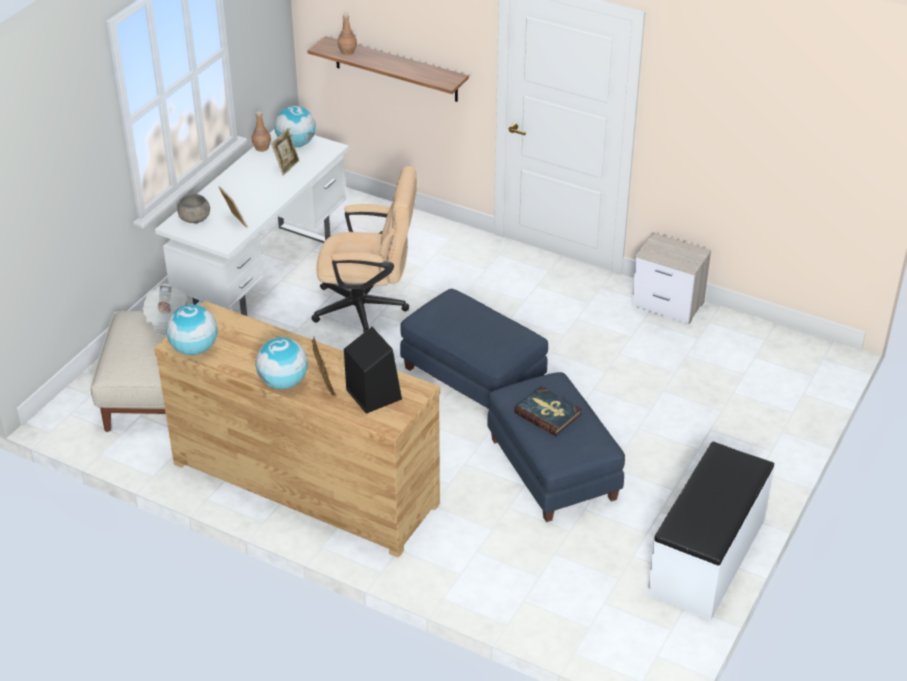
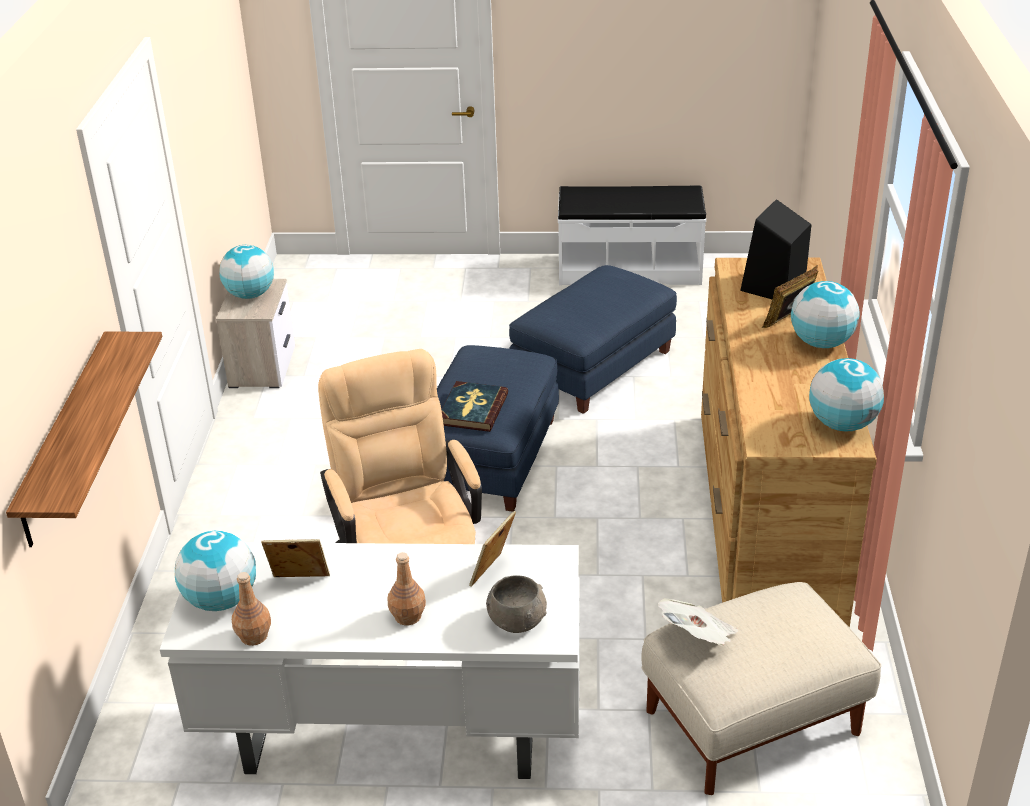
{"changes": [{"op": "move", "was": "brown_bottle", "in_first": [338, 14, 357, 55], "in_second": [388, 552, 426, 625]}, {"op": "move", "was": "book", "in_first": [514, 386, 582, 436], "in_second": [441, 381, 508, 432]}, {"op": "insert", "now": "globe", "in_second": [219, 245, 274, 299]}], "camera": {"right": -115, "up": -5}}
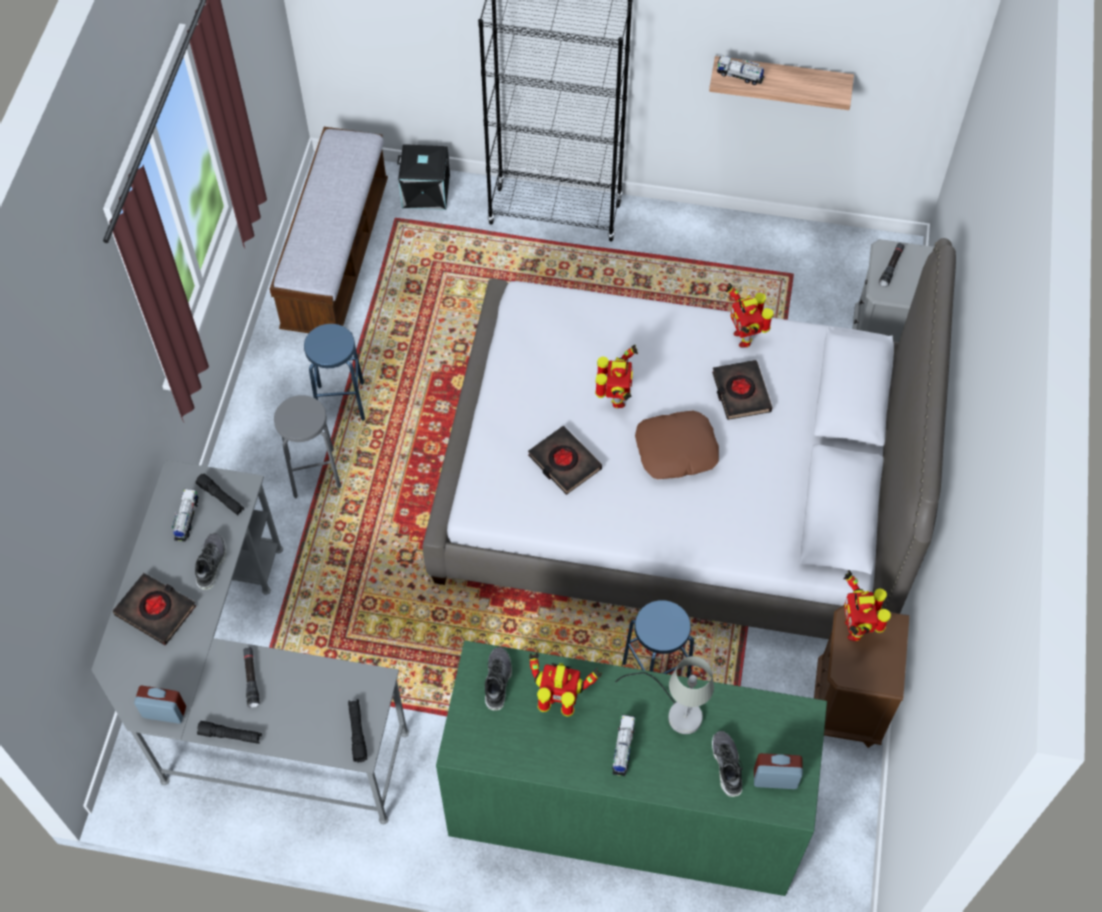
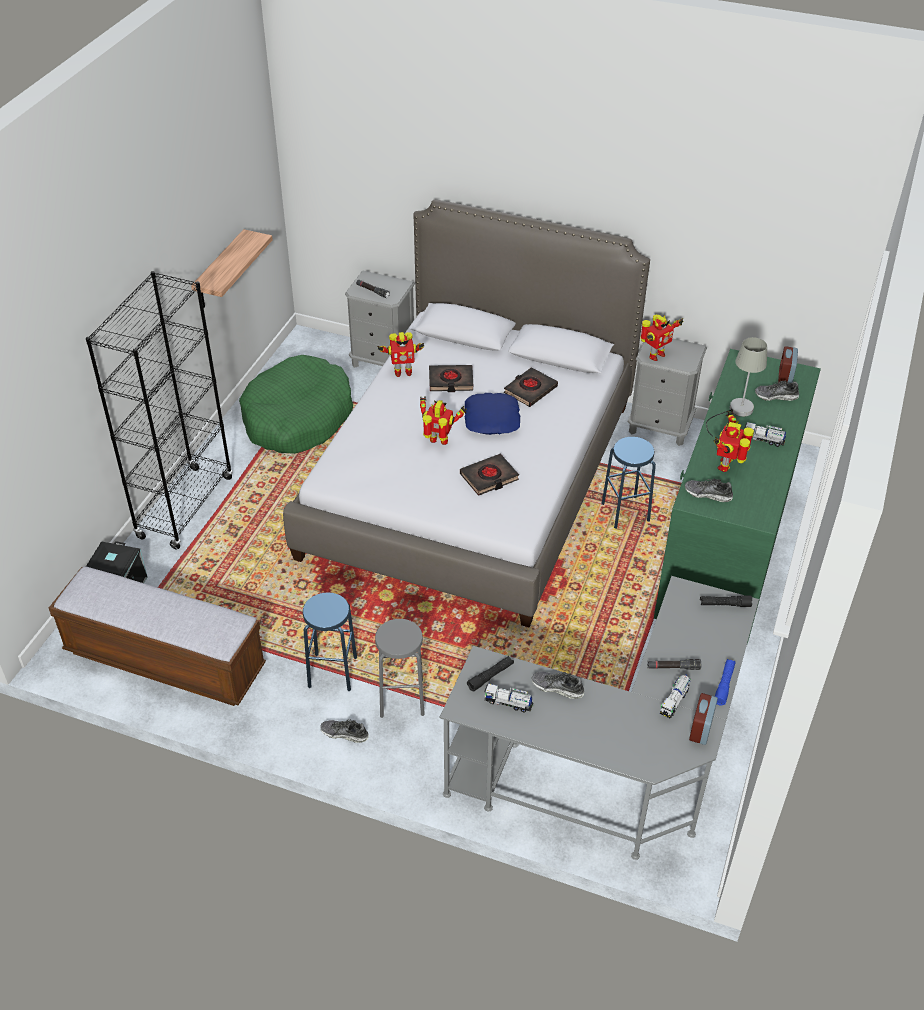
{"changes": [{"op": "move", "was": "black_book", "in_first": [113, 573, 196, 645], "in_second": [504, 367, 558, 407]}, {"op": "recolor", "was": "black_flashlight", "now": "blue_flashlight", "in_first": [197, 721, 262, 744], "in_second": [715, 659, 736, 706]}, {"op": "recolor", "was": "brown_pillow", "now": "blue_pillow", "in_first": [635, 410, 719, 479], "in_second": [464, 393, 520, 435]}, {"op": "move", "was": "toy_truck", "in_first": [717, 55, 765, 85], "in_second": [660, 674, 690, 719]}, {"op": "recolor", "was": "brown_nightstand", "now": "grey_nightstand", "in_first": [814, 605, 909, 748], "in_second": [628, 338, 707, 446]}, {"op": "rotate", "was": "toy_robot", "in_first": [843, 570, 891, 641], "in_second": [640, 315, 683, 361], "clockwise": -45}, {"op": "insert", "now": "green_dog_bed", "in_second": [239, 355, 353, 454]}, {"op": "insert", "now": "shoe", "in_second": [320, 719, 369, 743]}], "camera": {"right": -80, "up": -15}}
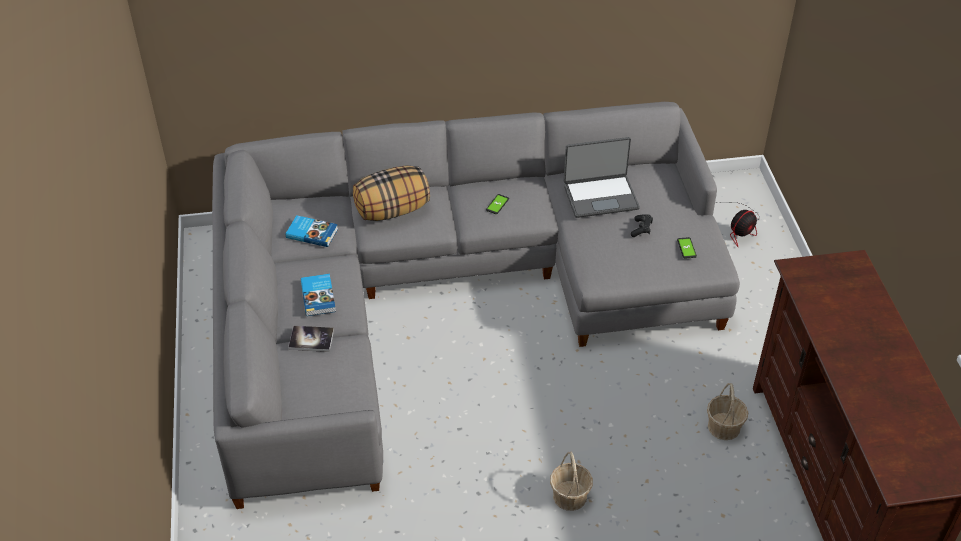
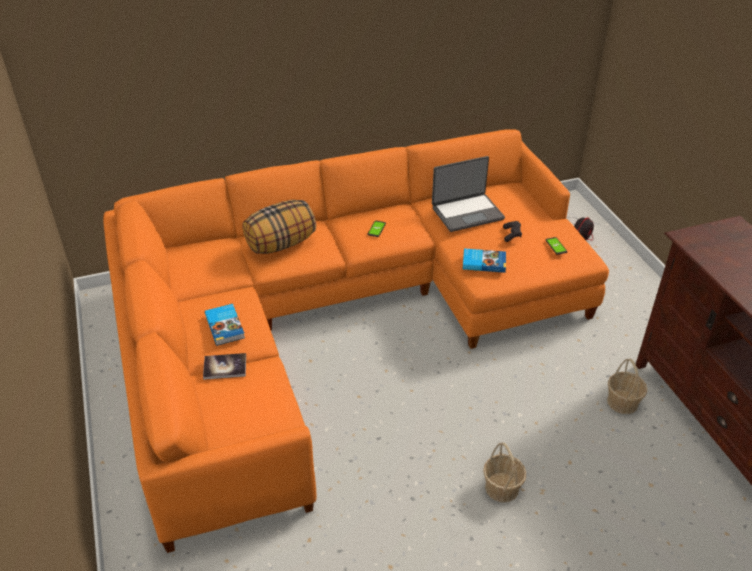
{"changes": [{"op": "recolor", "was": "grey_sofa", "now": "orange_sofa", "in_first": [212, 102, 740, 509], "in_second": [103, 129, 609, 553]}, {"op": "move", "was": "book", "in_first": [286, 215, 338, 247], "in_second": [463, 248, 506, 273]}], "camera": {"right": -10, "up": -5}}
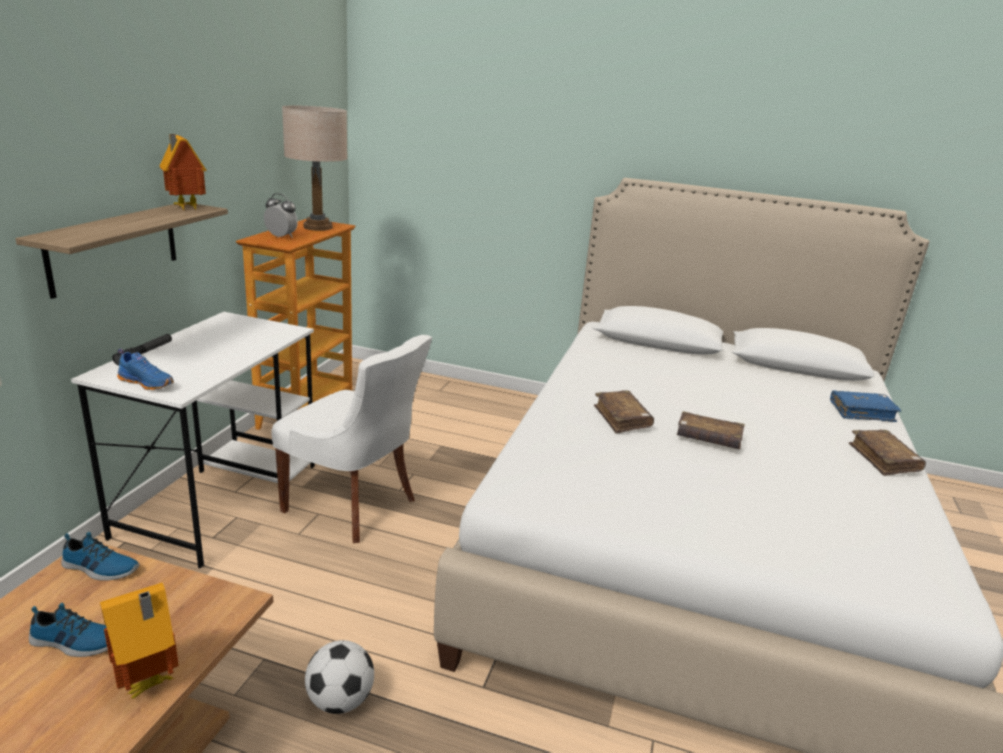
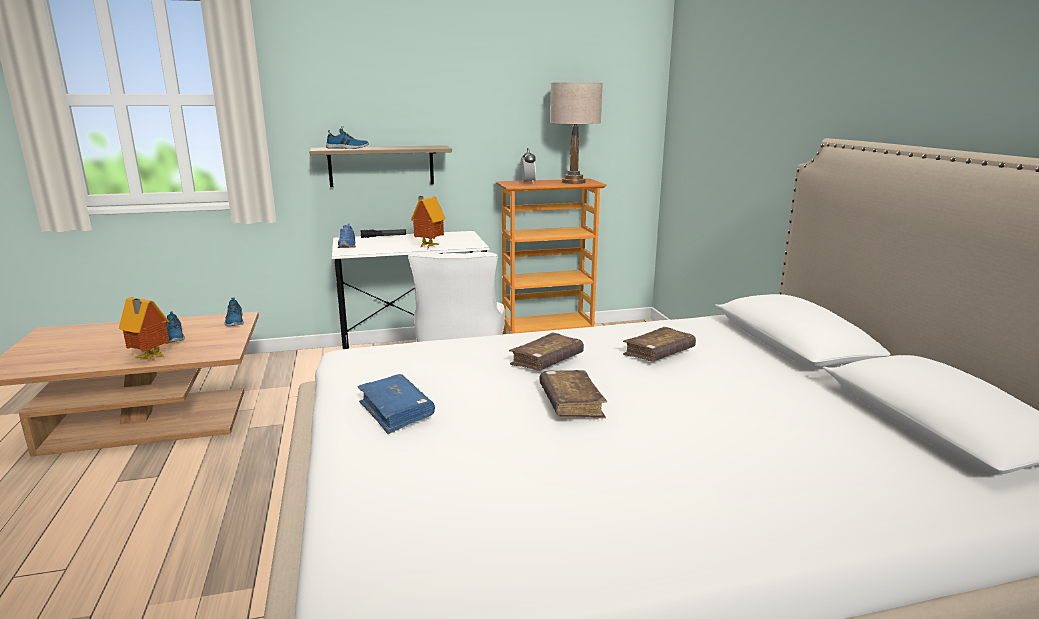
{"changes": [{"op": "move", "was": "toy_house", "in_first": [160, 134, 207, 210], "in_second": [411, 196, 446, 249]}, {"op": "delete", "was": "football", "in_first": [305, 640, 374, 714]}, {"op": "move", "was": "blue_book", "in_first": [830, 391, 901, 422], "in_second": [358, 374, 435, 434]}, {"op": "move", "was": "brown_book", "in_first": [849, 430, 926, 476], "in_second": [623, 327, 696, 361]}, {"op": "insert", "now": "shoe", "in_second": [326, 126, 369, 149]}], "camera": {"right": 60, "up": -5}}
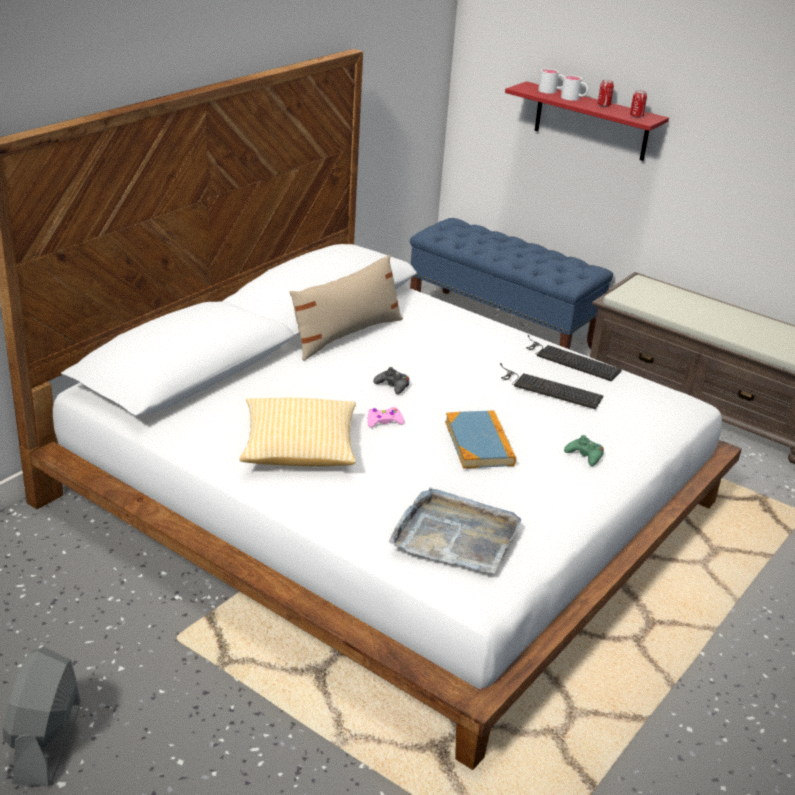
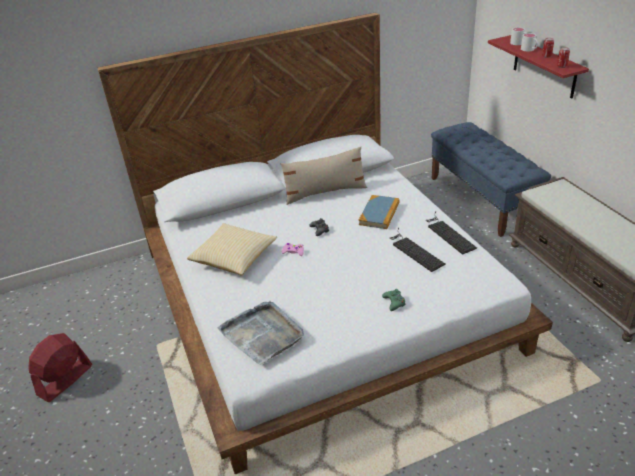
{"changes": [{"op": "recolor", "was": "grey_fan", "now": "red_fan", "in_first": [3, 647, 81, 787], "in_second": [28, 333, 92, 402]}, {"op": "move", "was": "book", "in_first": [445, 410, 516, 468], "in_second": [359, 195, 400, 229]}], "camera": {"right": 35, "up": 5}}
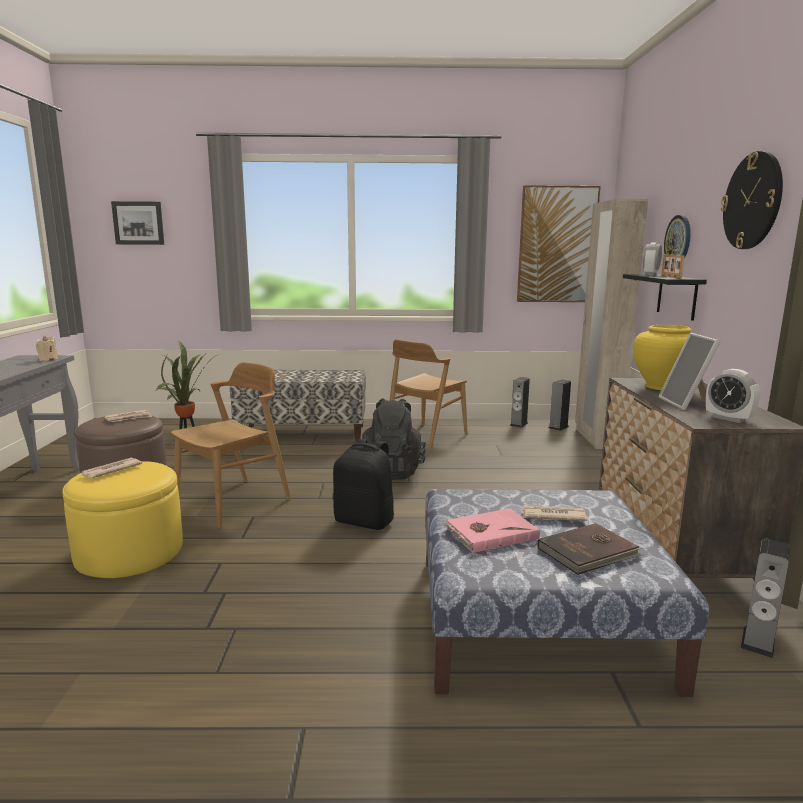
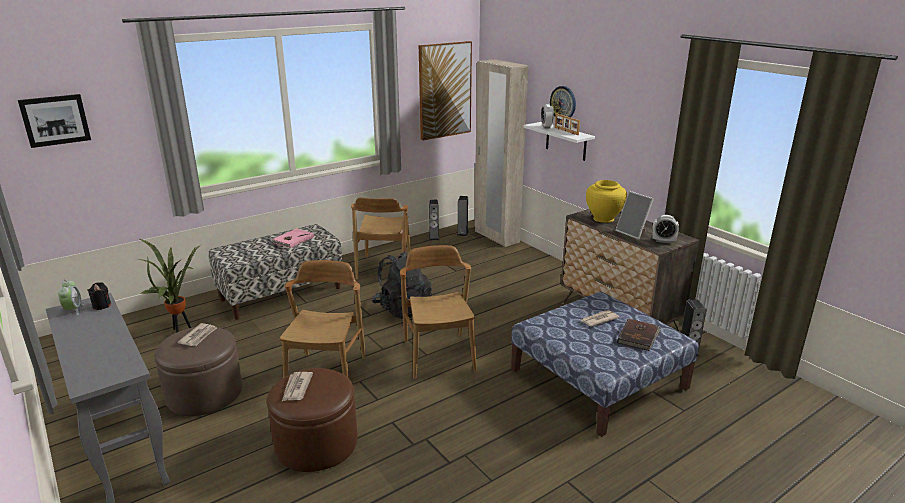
{"changes": [{"op": "recolor", "was": "beige_candle", "now": "black_candle", "in_first": [36, 336, 58, 361], "in_second": [87, 282, 111, 310]}, {"op": "recolor", "was": "yellow_ottoman", "now": "brown_ottoman", "in_first": [63, 461, 183, 578], "in_second": [267, 368, 357, 472]}, {"op": "replace", "was": "black_backpack", "now": "brown_chair", "in_first": [333, 439, 394, 530], "in_second": [400, 245, 477, 379]}, {"op": "move", "was": "pink_book", "in_first": [444, 508, 540, 553], "in_second": [271, 228, 314, 248]}, {"op": "recolor", "was": "black_shelf", "now": "white_shelf", "in_first": [623, 274, 707, 321], "in_second": [524, 122, 595, 161]}, {"op": "delete", "was": "wall_clock", "in_first": [721, 151, 783, 249]}, {"op": "insert", "now": "alarm_clock", "in_second": [58, 280, 84, 315]}], "camera": {"right": -35, "up": 10}}
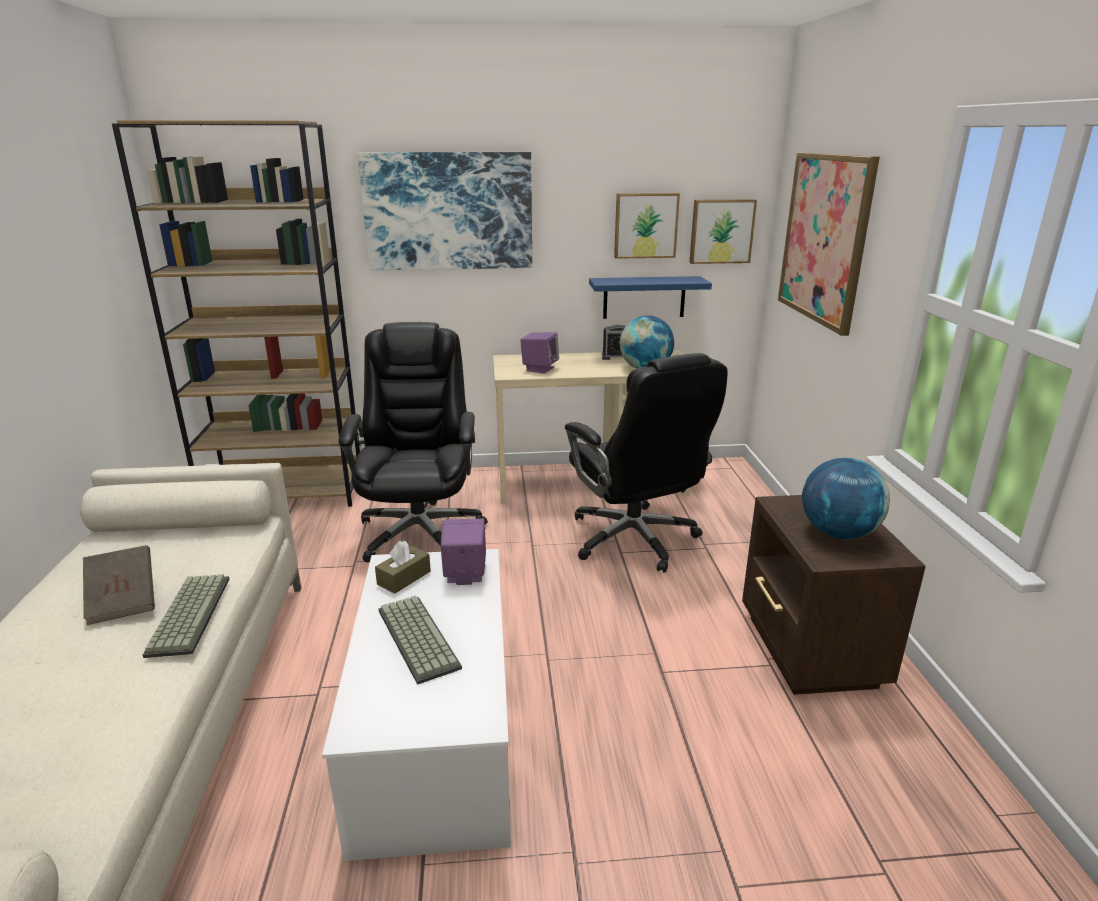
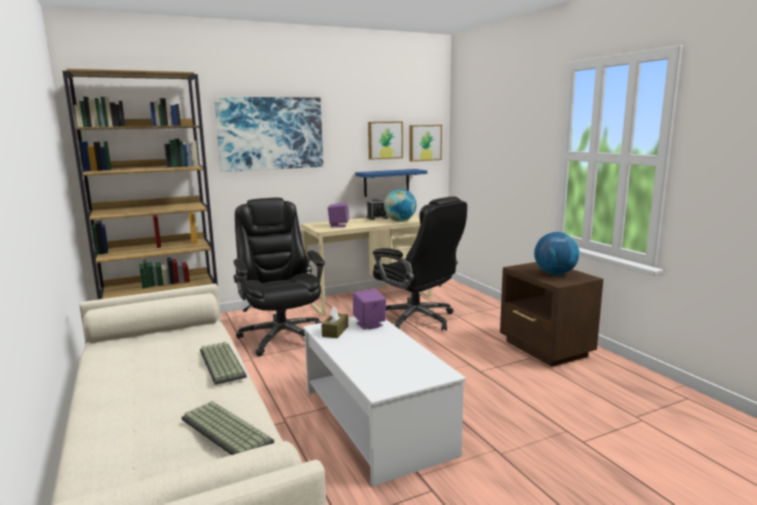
{"changes": [{"op": "delete", "was": "brown_book", "in_first": [83, 545, 155, 625]}, {"op": "move", "was": "keyboard", "in_first": [379, 596, 462, 685], "in_second": [181, 401, 274, 455]}, {"op": "delete", "was": "picture", "in_first": [778, 152, 880, 336]}], "camera": {"right": -20, "up": -10}}
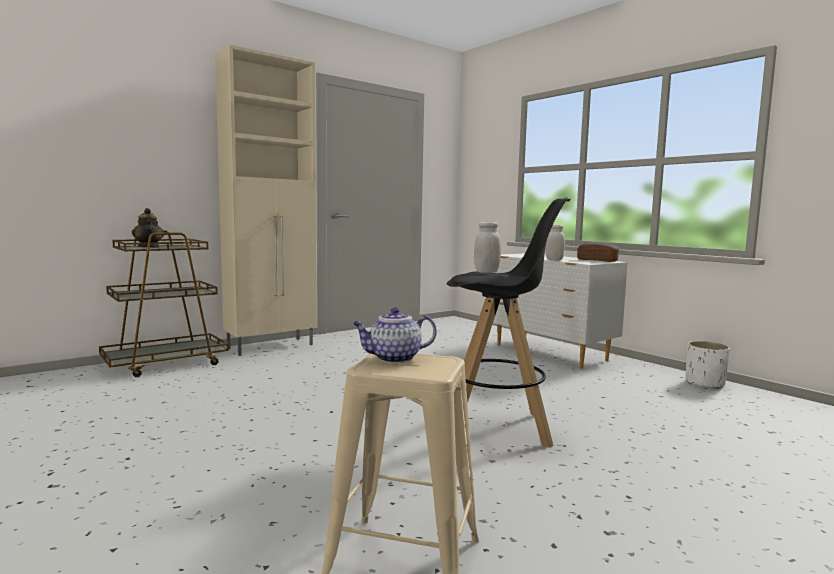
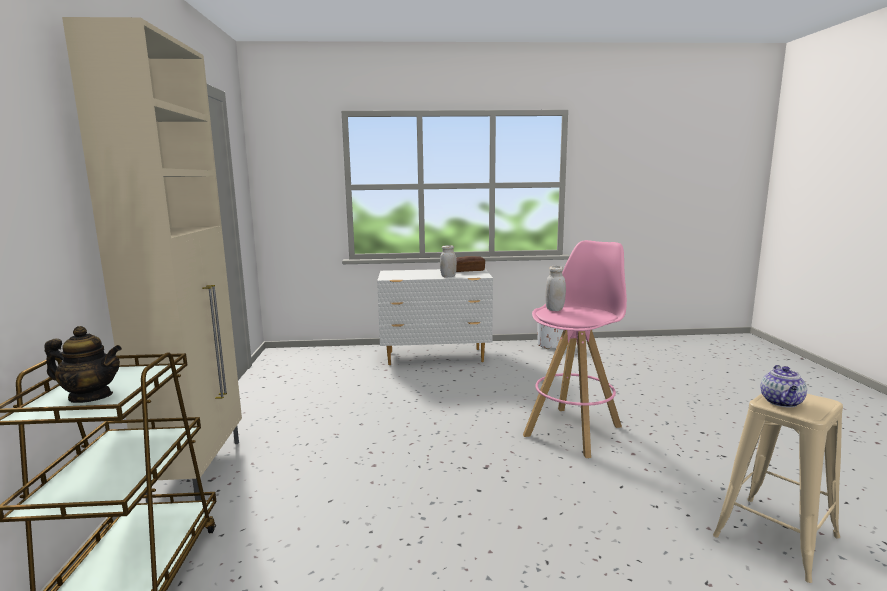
{"changes": [{"op": "recolor", "was": "black_stool", "now": "pink_stool", "in_first": [446, 197, 571, 448], "in_second": [523, 240, 627, 458]}], "camera": {"right": -55, "up": 5}}
